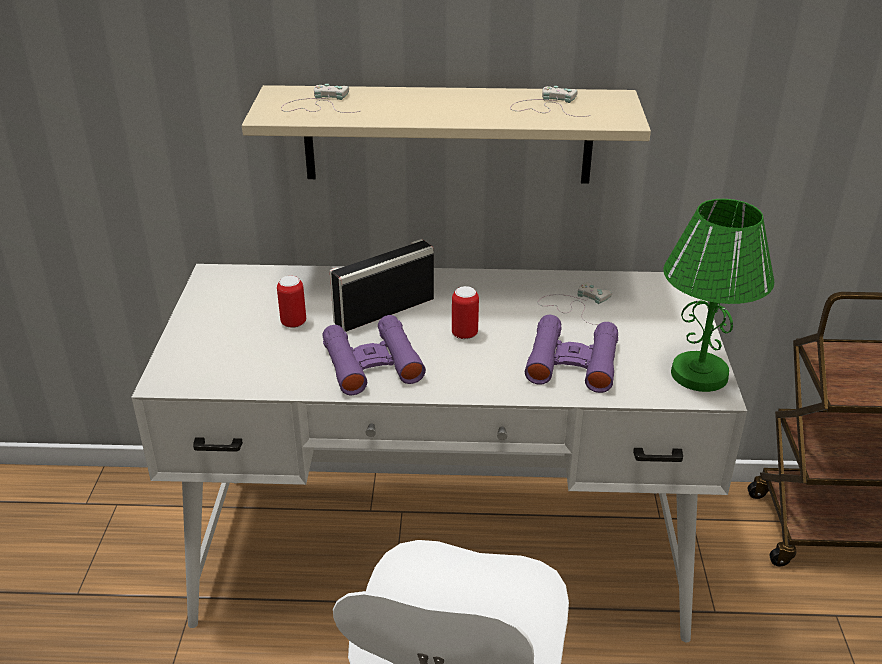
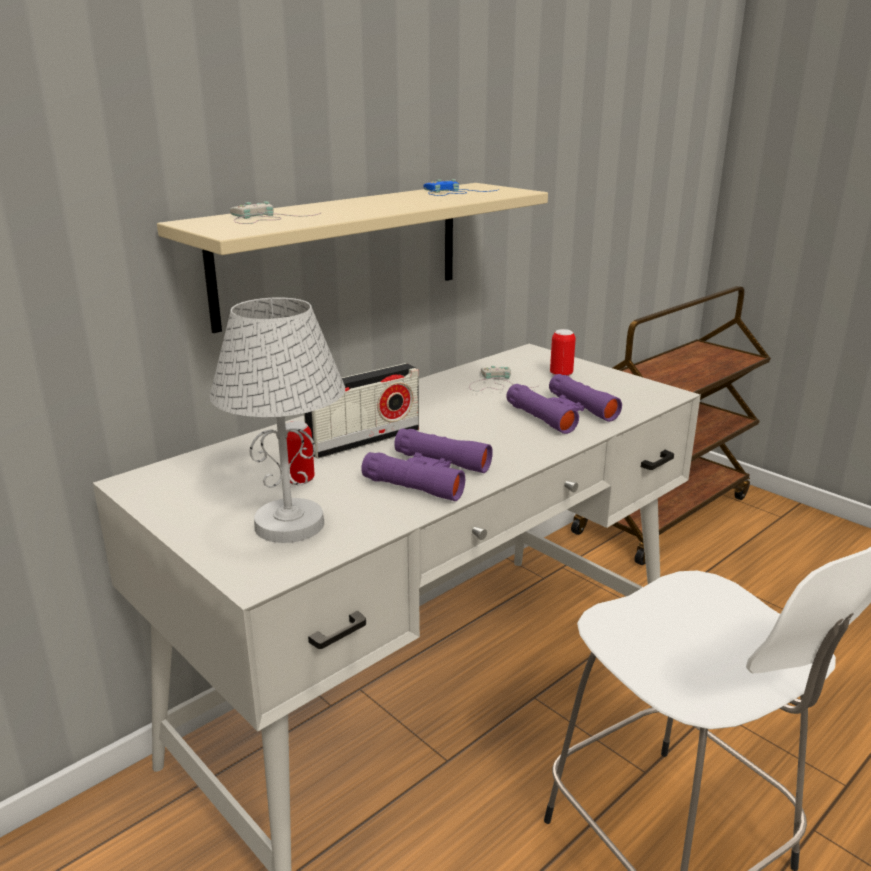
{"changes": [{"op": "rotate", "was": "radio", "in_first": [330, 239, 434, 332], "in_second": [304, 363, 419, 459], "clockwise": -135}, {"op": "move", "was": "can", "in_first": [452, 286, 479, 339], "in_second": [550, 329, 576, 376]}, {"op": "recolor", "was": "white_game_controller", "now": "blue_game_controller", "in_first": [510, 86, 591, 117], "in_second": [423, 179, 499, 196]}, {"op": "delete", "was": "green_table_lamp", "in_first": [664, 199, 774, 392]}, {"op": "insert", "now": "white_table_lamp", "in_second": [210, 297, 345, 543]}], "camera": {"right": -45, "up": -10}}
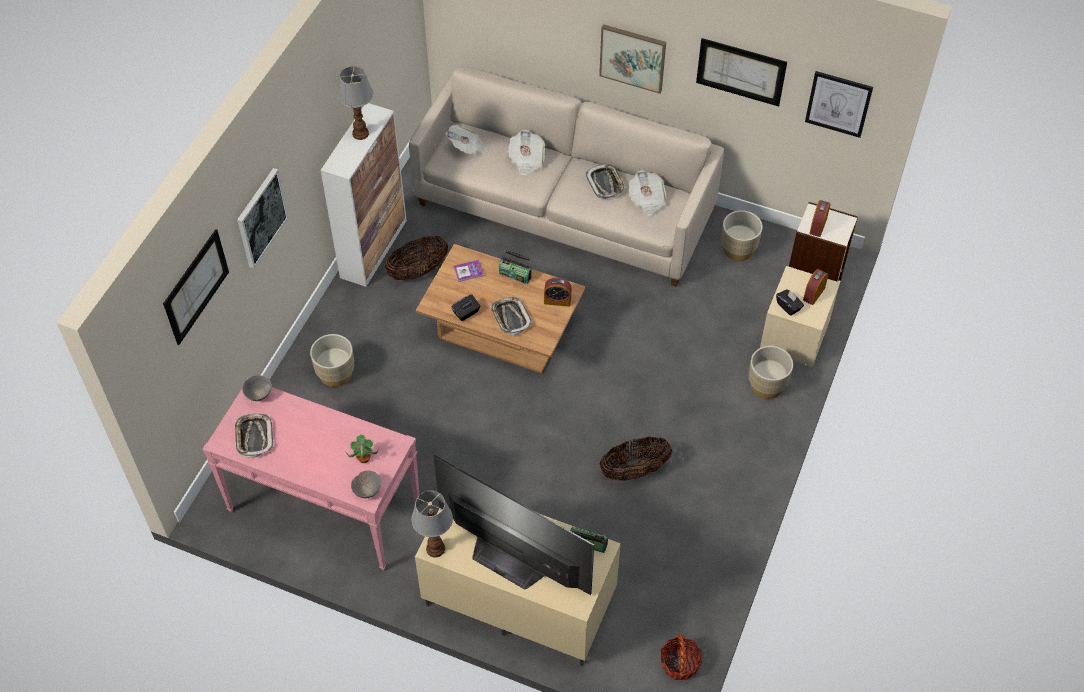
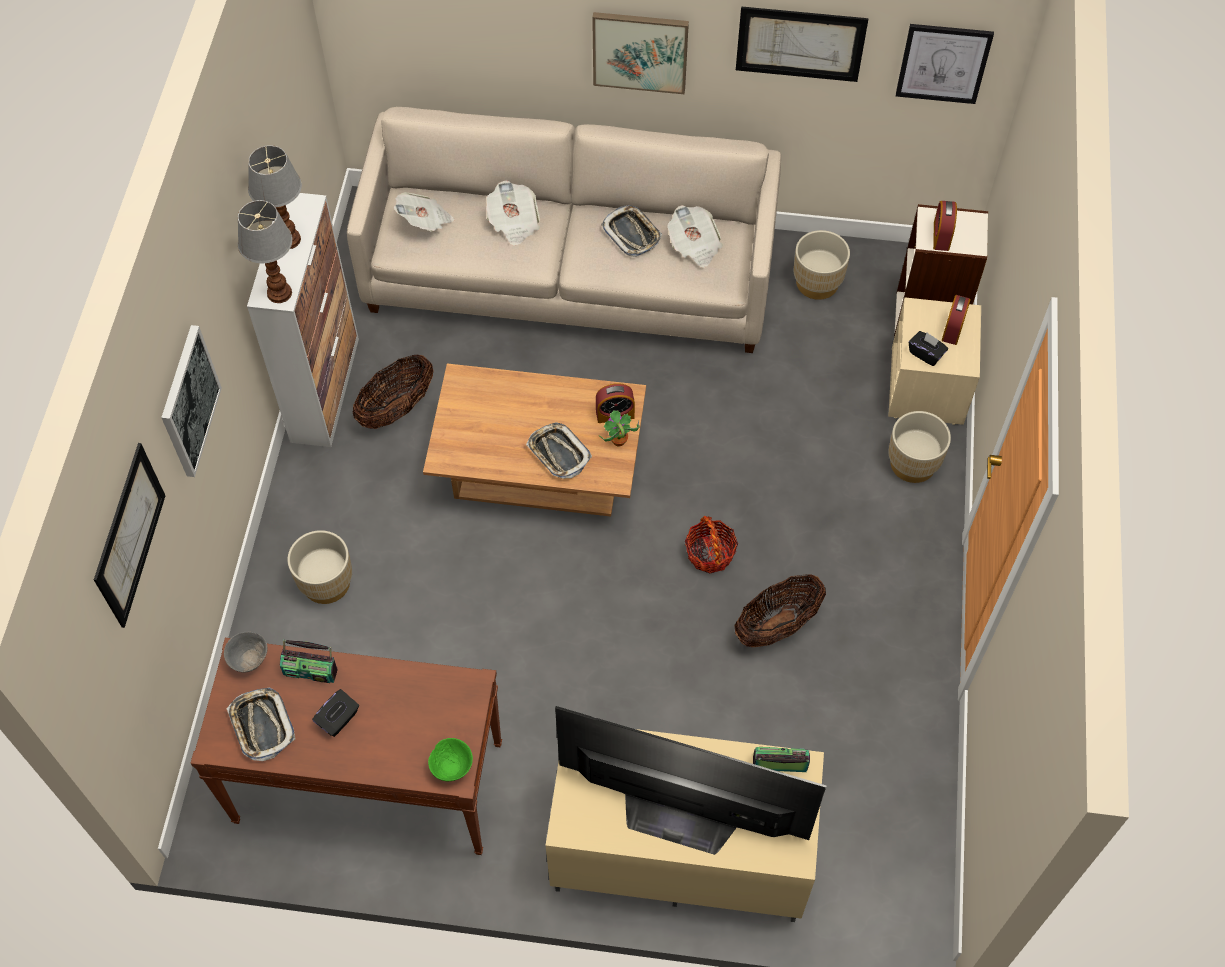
{"changes": [{"op": "recolor", "was": "pink_console_table", "now": "brown_console_table", "in_first": [202, 387, 419, 570], "in_second": [191, 638, 502, 855]}, {"op": "move", "was": "potted_plant", "in_first": [345, 434, 380, 463], "in_second": [599, 410, 640, 446]}, {"op": "recolor", "was": "grey_bowl", "now": "green_bowl", "in_first": [351, 470, 381, 498], "in_second": [428, 738, 473, 781]}, {"op": "move", "was": "table_lamp", "in_first": [411, 491, 453, 558], "in_second": [238, 200, 293, 303]}, {"op": "move", "was": "black_tissue_box", "in_first": [452, 294, 481, 321], "in_second": [312, 689, 359, 737]}, {"op": "delete", "was": "book", "in_first": [454, 260, 484, 282]}, {"op": "move", "was": "radio", "in_first": [499, 250, 532, 284], "in_second": [280, 640, 338, 683]}, {"op": "move", "was": "basket", "in_first": [660, 634, 702, 680], "in_second": [685, 516, 738, 573]}], "camera": {"right": -15, "up": 5}}
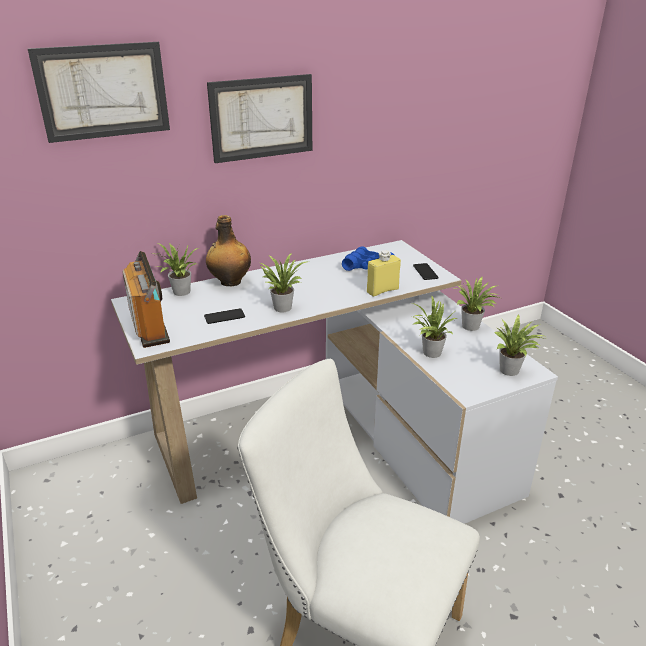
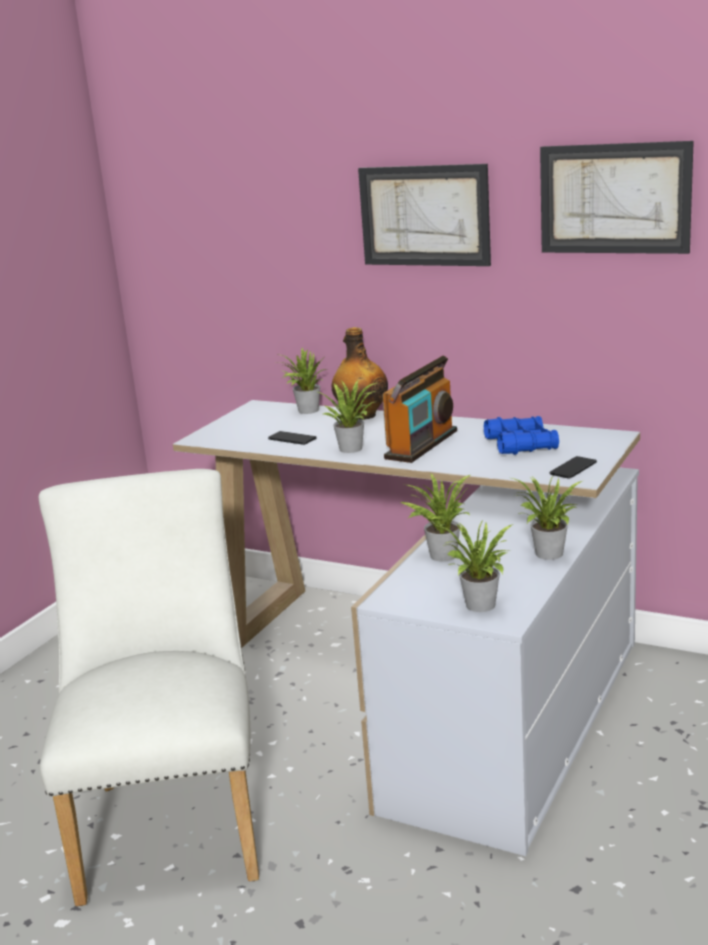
{"changes": [{"op": "move", "was": "picture", "in_first": [28, 42, 170, 143], "in_second": [540, 141, 694, 254]}, {"op": "move", "was": "radio", "in_first": [122, 251, 170, 348], "in_second": [383, 356, 457, 463]}, {"op": "delete", "was": "yellow_bottle", "in_first": [367, 250, 401, 297]}], "camera": {"right": 55, "up": -10}}
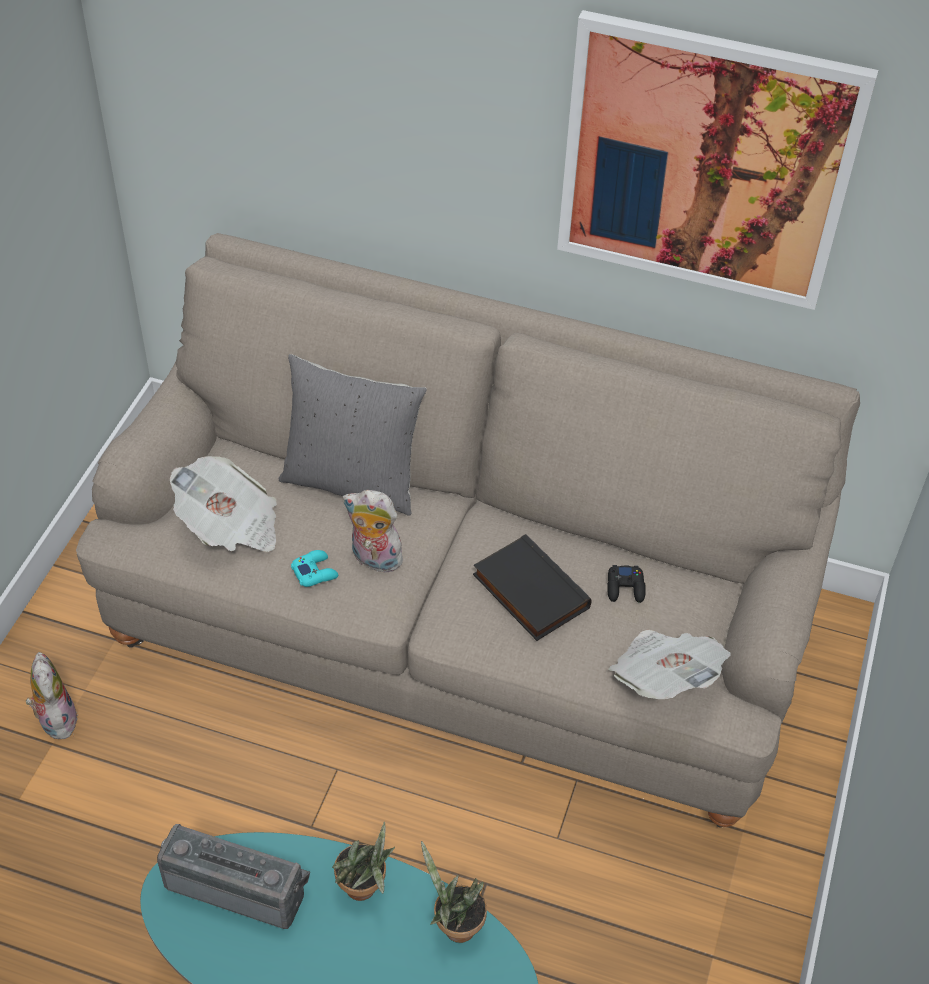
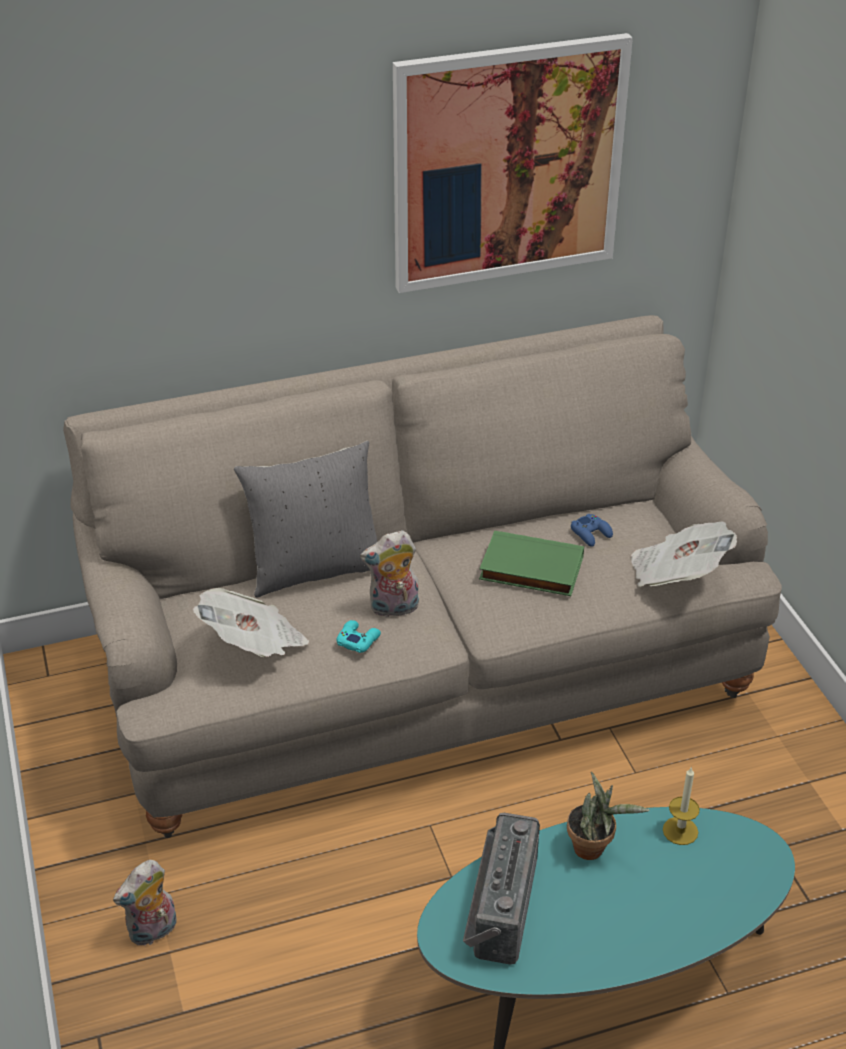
{"changes": [{"op": "rotate", "was": "plush_toy", "in_first": [26, 652, 78, 739], "in_second": [113, 860, 177, 946], "clockwise": -75}, {"op": "rotate", "was": "radio", "in_first": [157, 824, 310, 929], "in_second": [463, 813, 540, 965], "clockwise": -60}, {"op": "replace", "was": "potted_plant", "now": "candle", "in_first": [421, 841, 487, 943], "in_second": [663, 766, 700, 845]}, {"op": "recolor", "was": "black_book", "now": "green_book", "in_first": [473, 534, 592, 641], "in_second": [479, 531, 584, 596]}, {"op": "recolor", "was": "black_game_controller", "now": "blue_game_controller", "in_first": [607, 565, 646, 603], "in_second": [571, 514, 613, 547]}], "camera": {"right": -35, "up": -10}}
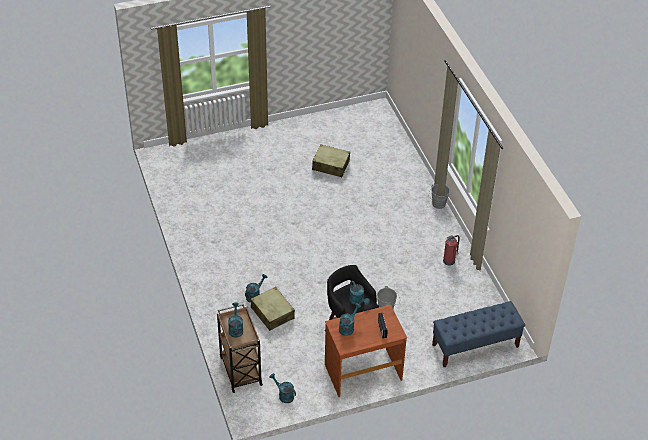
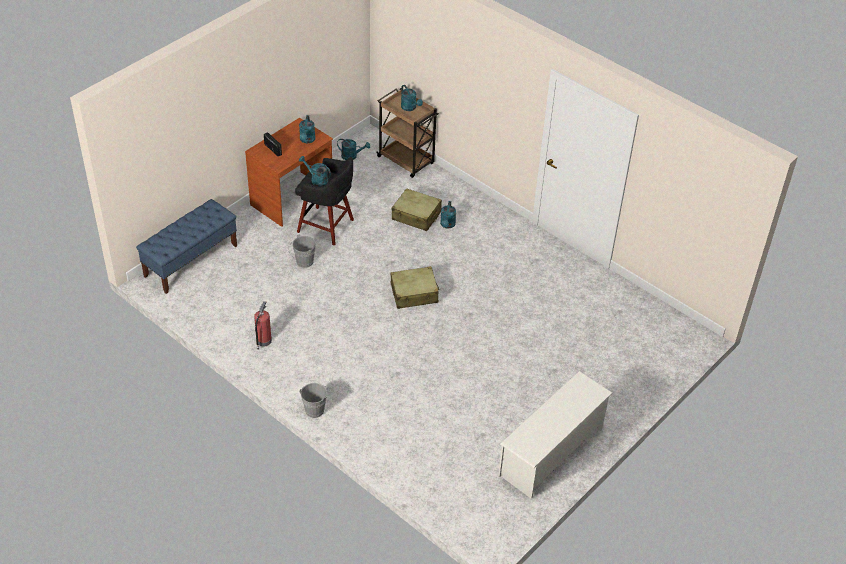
{"changes": [{"op": "move", "was": "beige_suitcase", "in_first": [312, 145, 350, 177], "in_second": [390, 266, 439, 309]}, {"op": "insert", "now": "white_shoe_rack", "in_second": [498, 371, 613, 499]}], "camera": {"right": 150, "up": 0}}
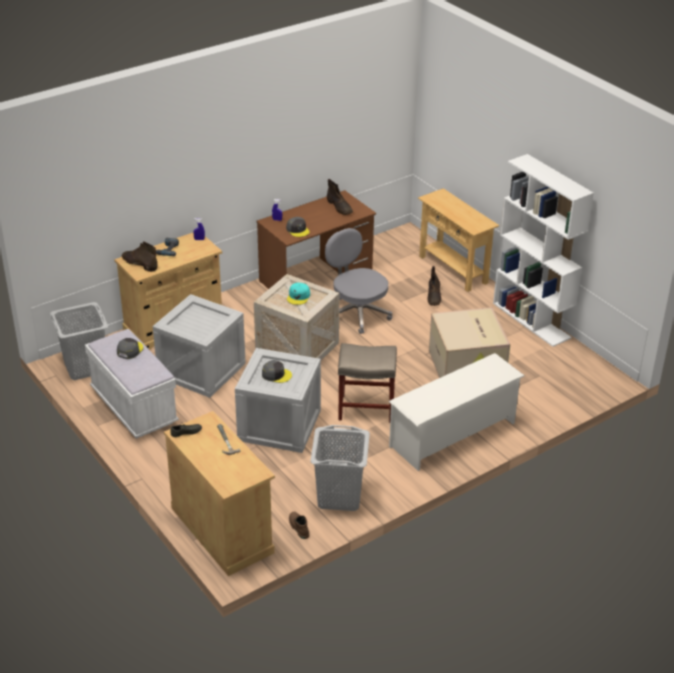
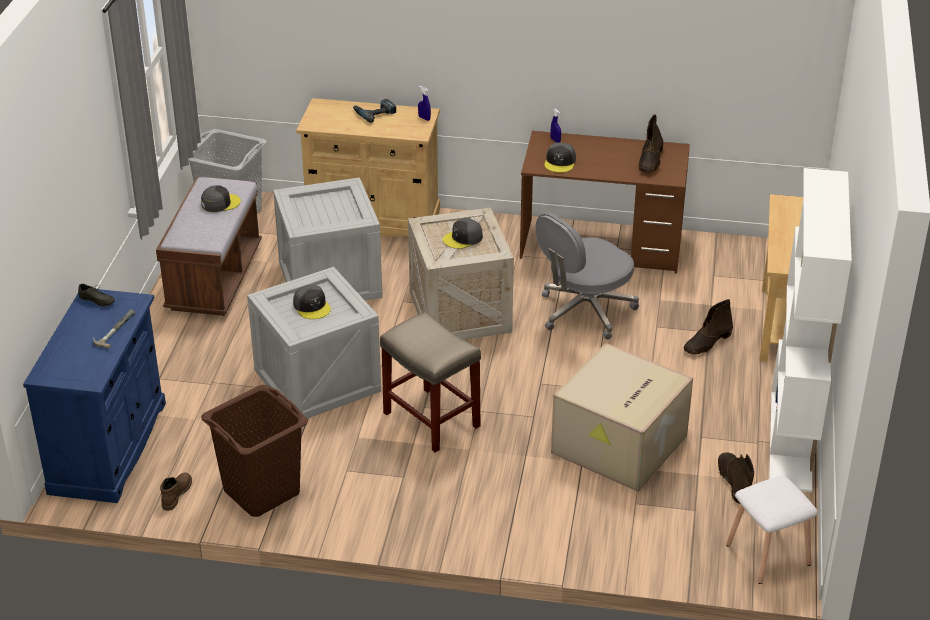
{"changes": [{"op": "recolor", "was": "white_bench", "now": "brown_bench", "in_first": [85, 329, 179, 439], "in_second": [156, 177, 262, 316]}, {"op": "move", "was": "brown_boot", "in_first": [122, 242, 157, 272], "in_second": [718, 453, 754, 504]}, {"op": "recolor", "was": "beige_cabinet", "now": "blue_cabinet", "in_first": [164, 411, 275, 576], "in_second": [23, 289, 166, 503]}, {"op": "recolor", "was": "turquoise_cap", "now": "grey_cap", "in_first": [287, 283, 310, 305], "in_second": [443, 218, 483, 249]}, {"op": "recolor", "was": "grey_laundry_basket", "now": "brown_laundry_basket", "in_first": [310, 425, 370, 511], "in_second": [201, 385, 308, 517]}, {"op": "rotate", "was": "grey_office_chair", "in_first": [325, 228, 393, 334], "in_second": [536, 212, 639, 340], "clockwise": -135}, {"op": "delete", "was": "white_shoe_rack", "in_first": [389, 353, 525, 471]}, {"op": "insert", "now": "white_stool", "in_second": [726, 476, 818, 584]}], "camera": {"right": 45, "up": 0}}
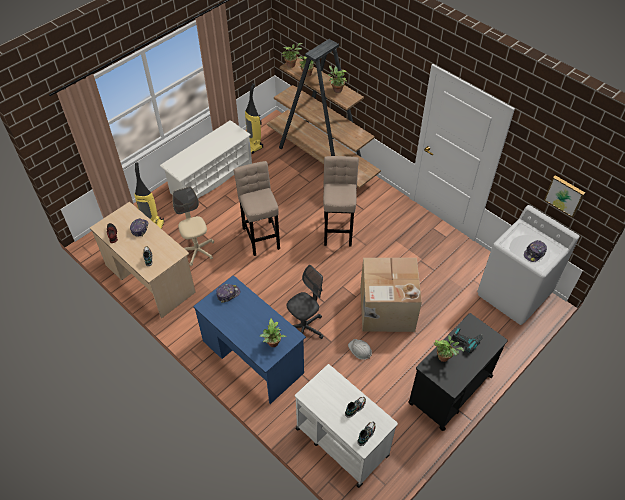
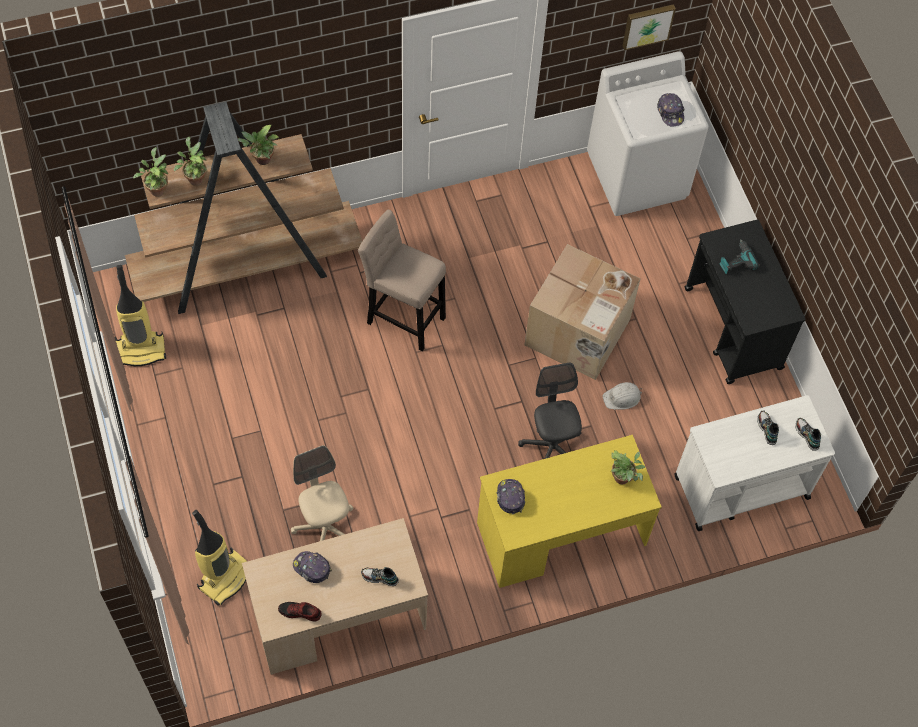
{"changes": [{"op": "delete", "was": "white_shoe_rack", "in_first": [160, 120, 252, 198]}, {"op": "rotate", "was": "beige_office_chair", "in_first": [172, 186, 214, 266], "in_second": [291, 445, 353, 541], "clockwise": 60}, {"op": "recolor", "was": "blue_desk", "now": "yellow_desk", "in_first": [193, 275, 306, 404], "in_second": [477, 435, 662, 588]}, {"op": "delete", "was": "beige_stool", "in_first": [234, 161, 280, 256]}, {"op": "delete", "was": "potted_plant", "in_first": [434, 335, 464, 362]}], "camera": {"right": -65, "up": 10}}
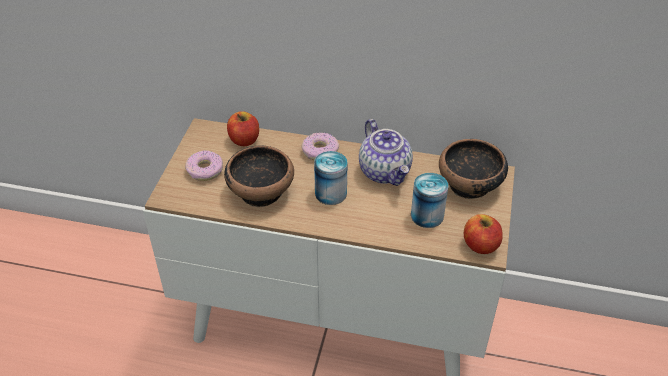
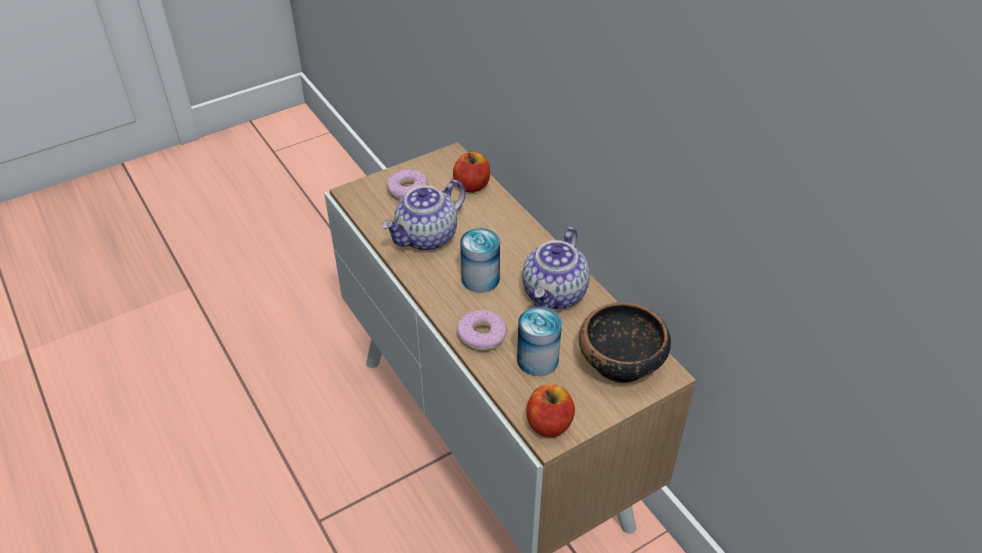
{"changes": [{"op": "replace", "was": "bowl", "now": "teapot", "in_first": [224, 146, 294, 207], "in_second": [382, 180, 466, 251]}, {"op": "move", "was": "donut", "in_first": [301, 133, 339, 160], "in_second": [457, 310, 507, 351]}], "camera": {"right": 45, "up": 0}}
